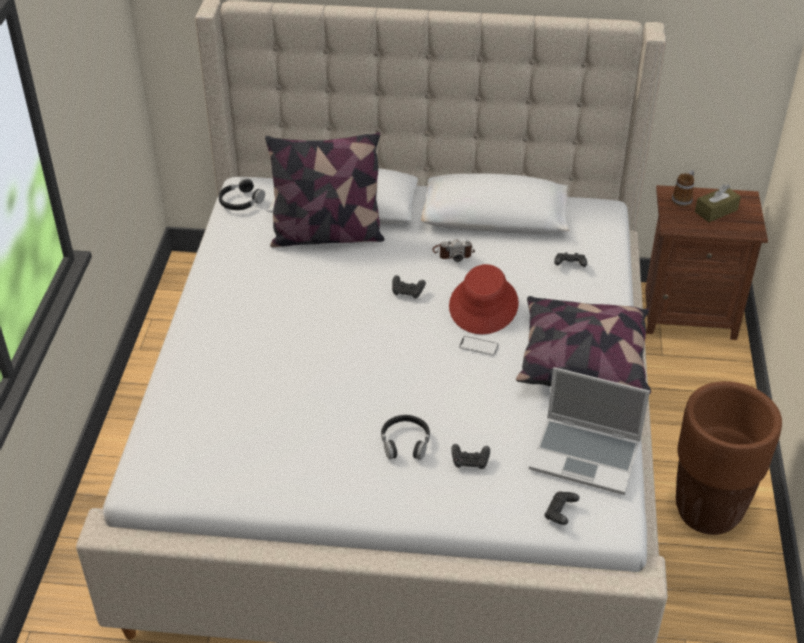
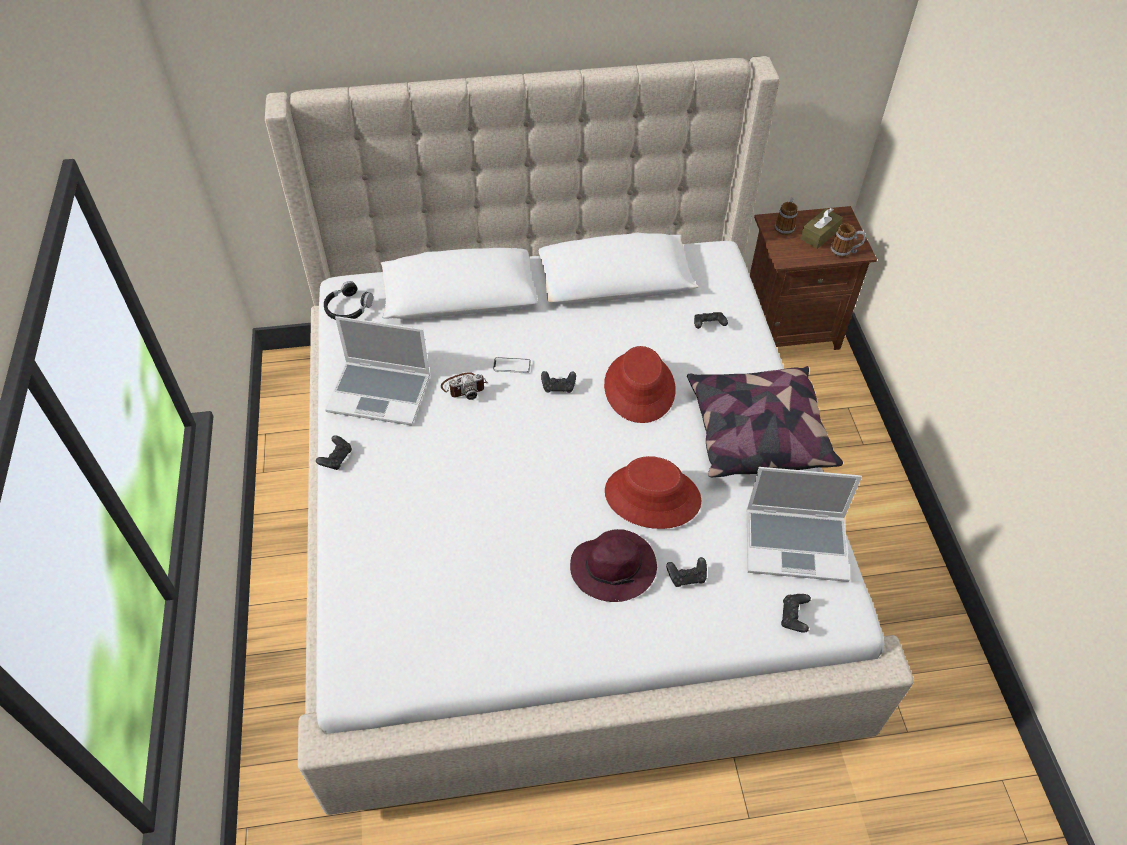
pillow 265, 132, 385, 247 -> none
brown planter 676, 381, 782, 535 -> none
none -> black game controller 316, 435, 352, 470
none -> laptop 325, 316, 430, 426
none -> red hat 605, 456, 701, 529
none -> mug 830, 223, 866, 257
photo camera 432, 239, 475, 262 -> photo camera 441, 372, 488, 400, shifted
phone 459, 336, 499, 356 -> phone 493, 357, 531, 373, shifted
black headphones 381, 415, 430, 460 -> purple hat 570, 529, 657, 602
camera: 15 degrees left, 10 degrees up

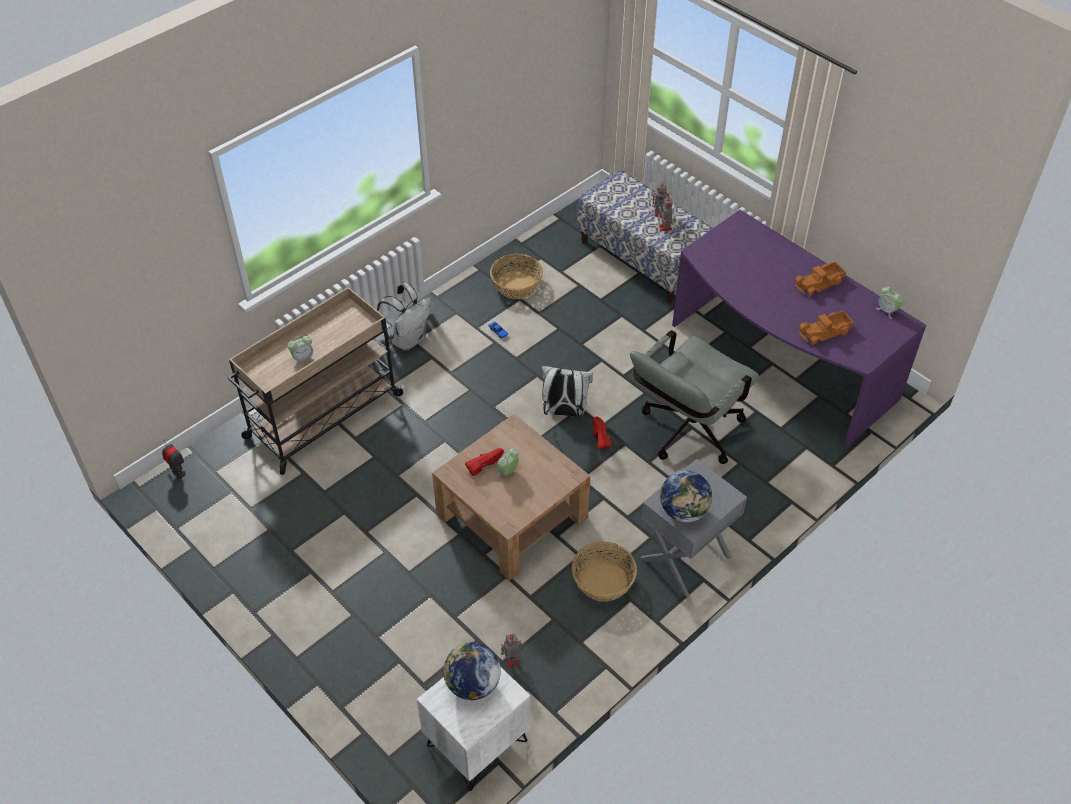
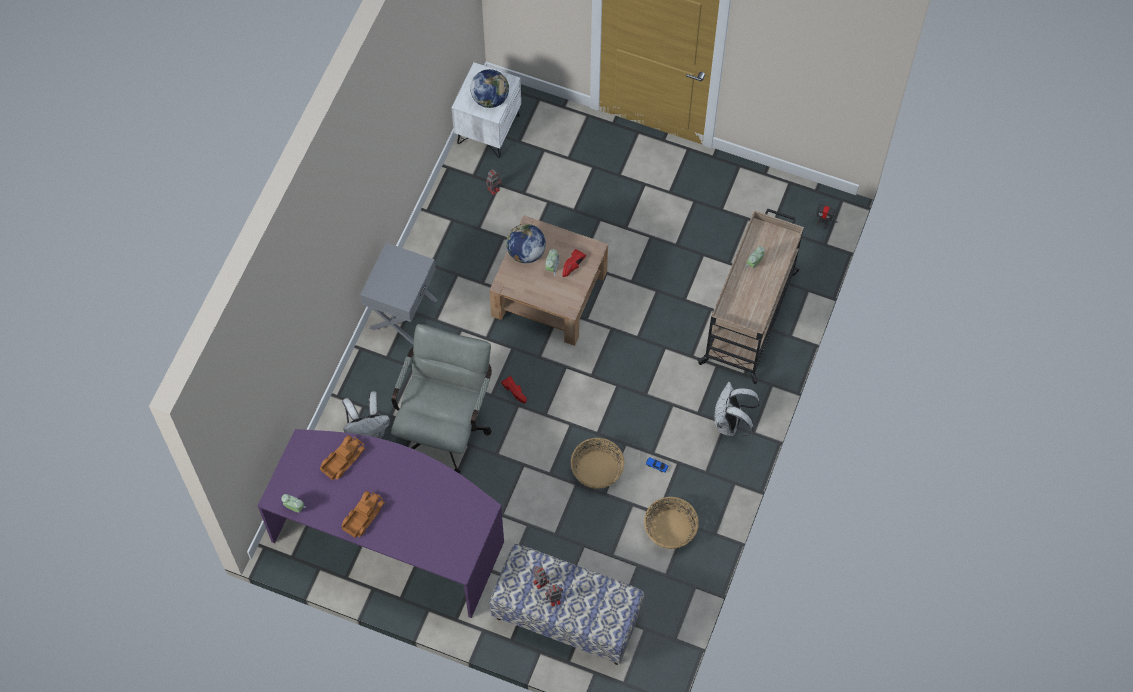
white backpack 542, 366, 593, 417 -> white backpack 342, 391, 390, 439, shifted
basket 572, 542, 637, 602 -> basket 571, 438, 625, 489, shifted
globe 660, 470, 712, 522 -> globe 506, 224, 546, 263, shifted
camera: 155 degrees right, 15 degrees up

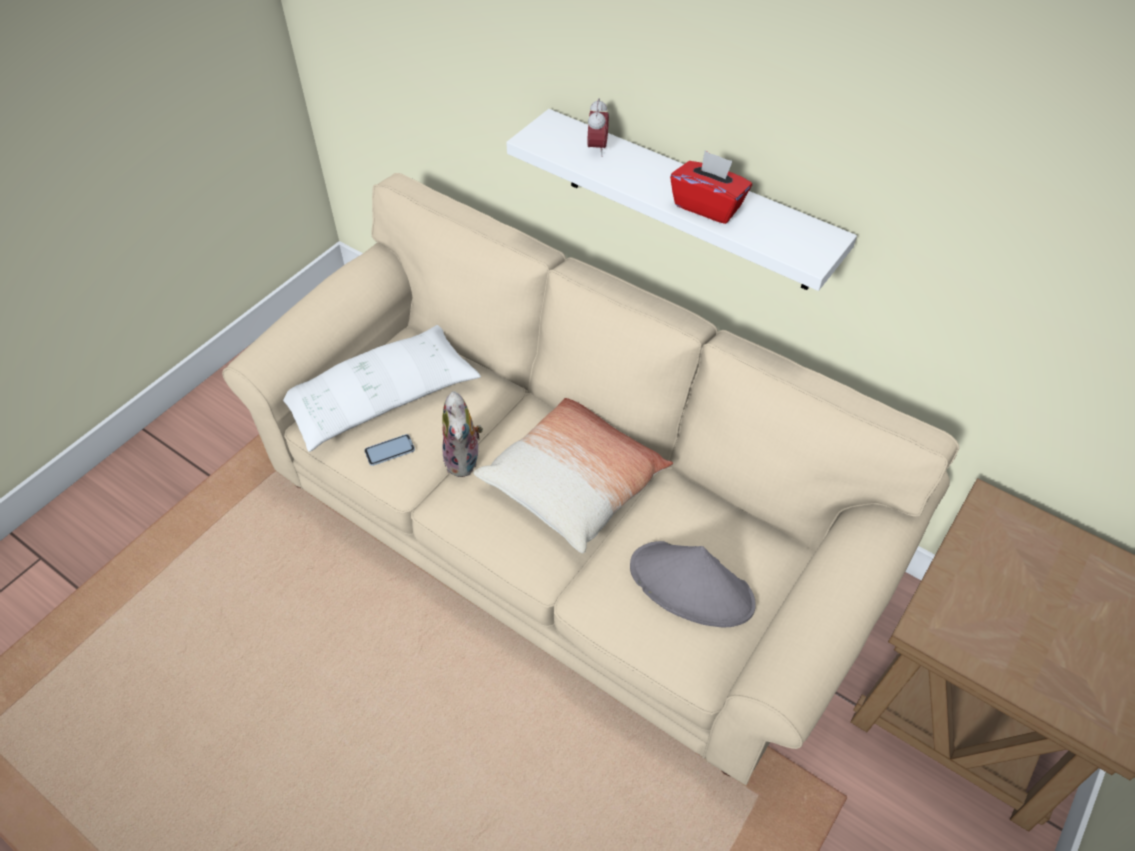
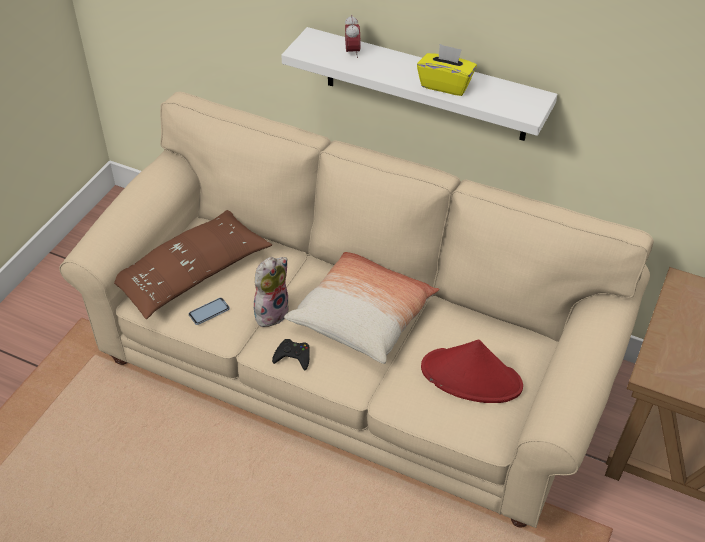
none -> black game controller 272, 339, 310, 370
white pillow 283, 325, 481, 452 -> brown pillow 114, 210, 272, 319
grey hat 630, 541, 756, 627 -> red hat 421, 339, 523, 403
red tissue box 670, 150, 752, 224 -> yellow tissue box 417, 44, 477, 96
plush toy 442, 391, 483, 477 -> plush toy 254, 257, 289, 327, 120 degrees counterclockwise
camera: 10 degrees left, 5 degrees down

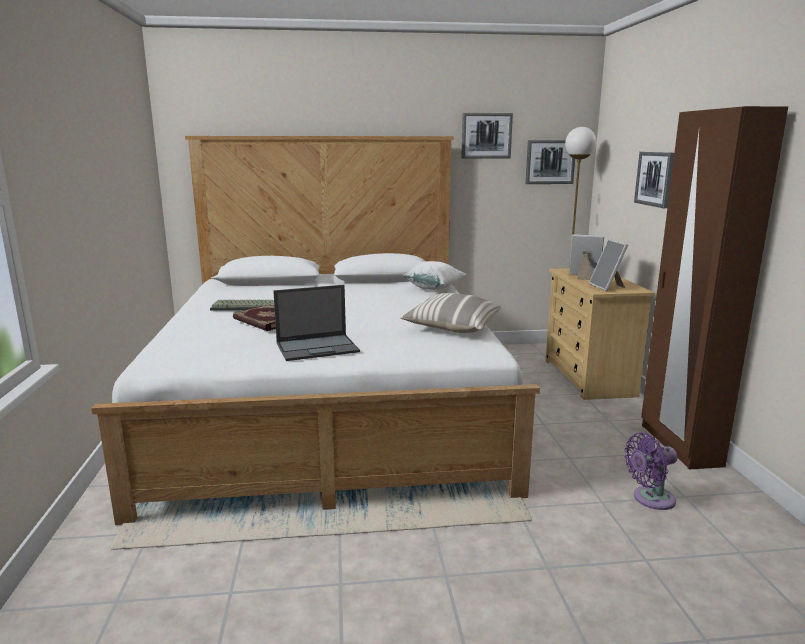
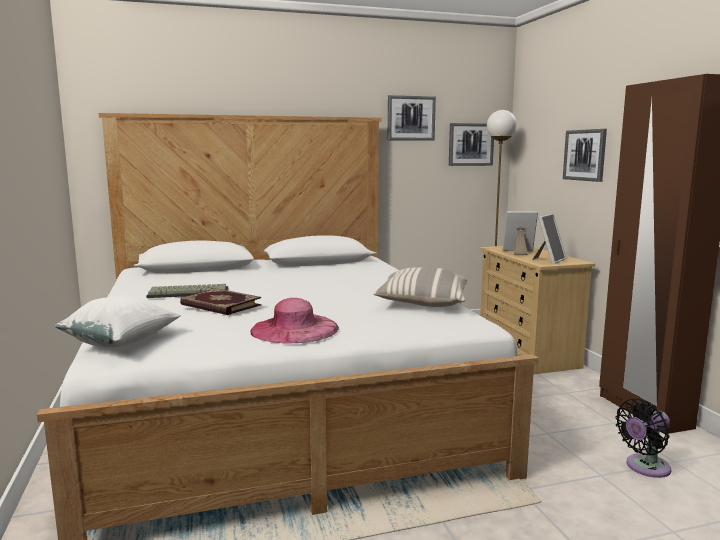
white pillow 403, 261, 467, 290 -> white pillow 55, 296, 181, 348, shifted
laptop 273, 285, 360, 361 -> pink hat 250, 298, 339, 343
purple fan 624, 433, 678, 510 -> black fan 616, 398, 671, 478
picture frame 589, 239, 628, 291 -> picture frame 532, 214, 566, 264, 120 degrees counterclockwise
camera: 10 degrees left, 5 degrees down

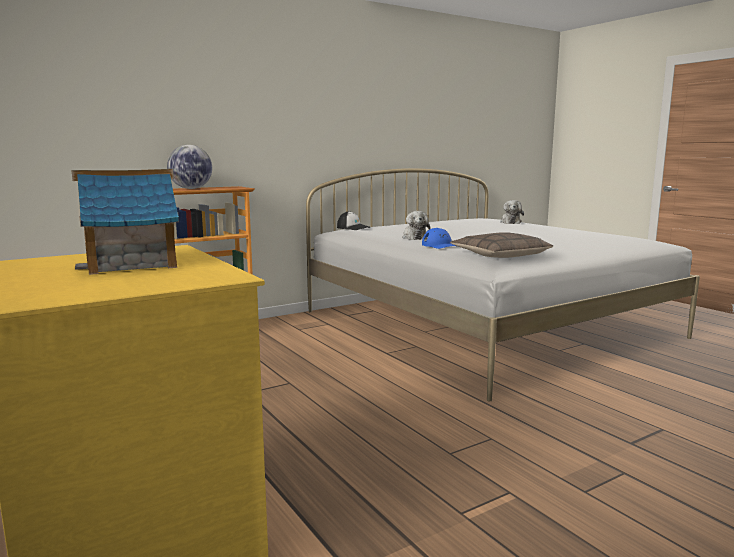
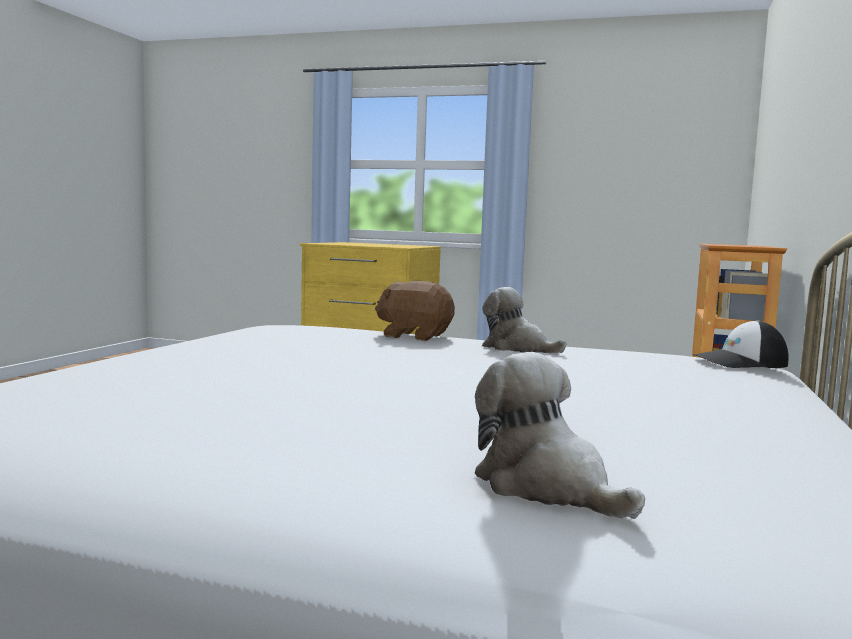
toy house 71, 169, 179, 275 -> none
globe 167, 145, 212, 189 -> none
pillow 450, 232, 553, 258 -> none
blue cap 422, 228, 458, 249 -> brown plush toy 375, 281, 455, 341
camera: 140 degrees right, 5 degrees down

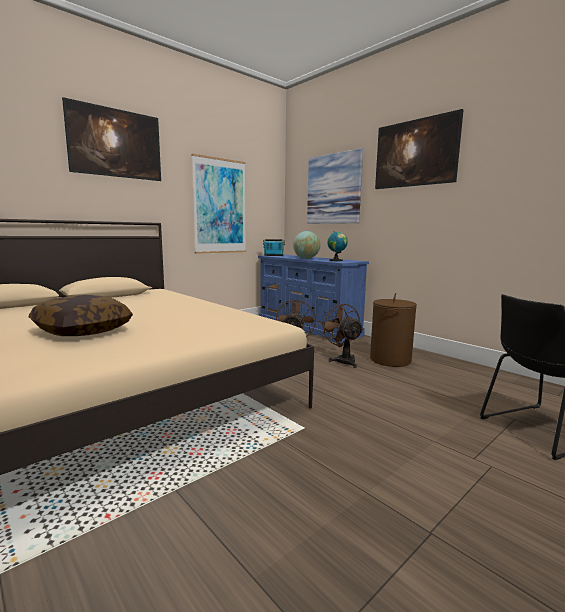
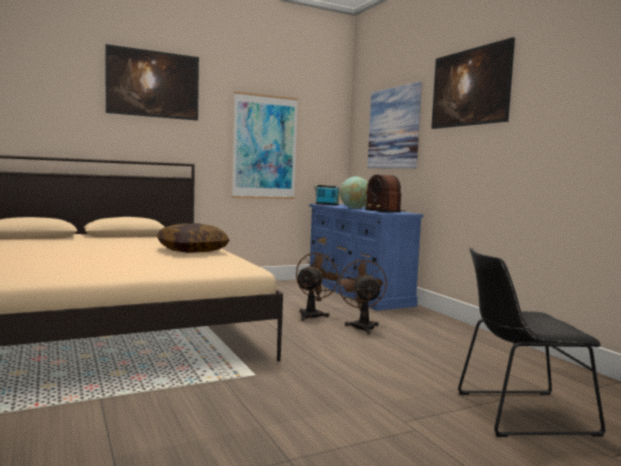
brown laundry basket 370, 293, 417, 367 -> none
pillow 29, 295, 133, 336 -> pillow 156, 223, 230, 253, shifted
globe 327, 231, 348, 261 -> radio 365, 175, 404, 213
camera: 15 degrees right, 5 degrees down

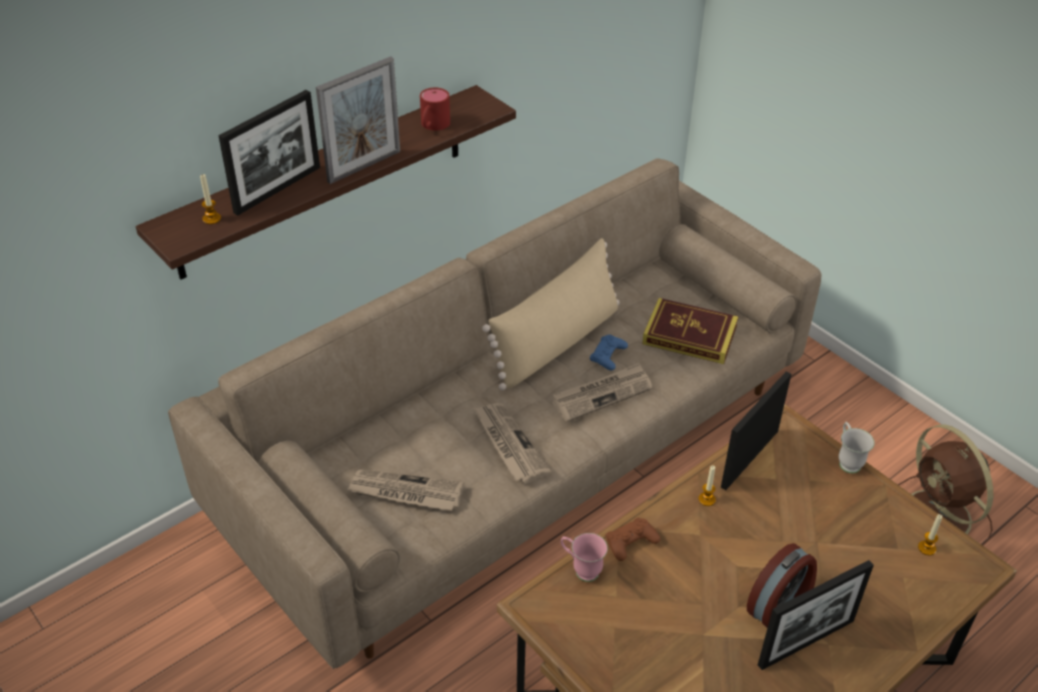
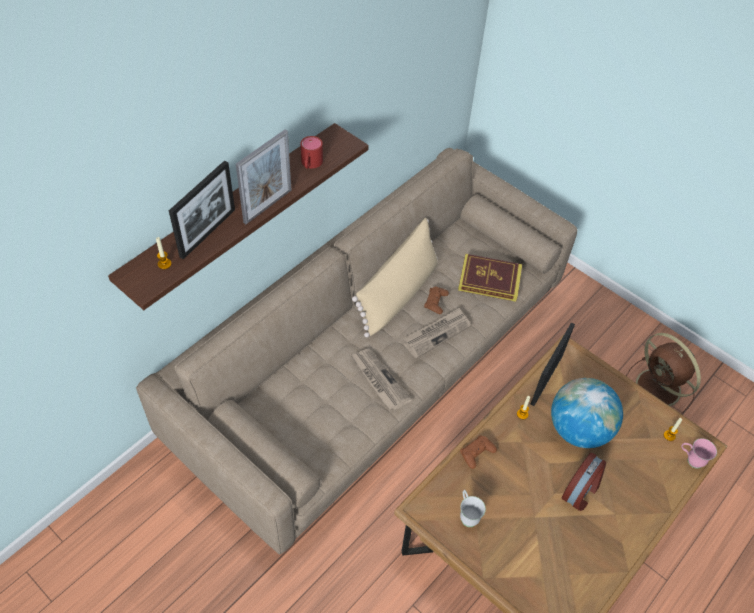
newspaper 347, 469, 464, 511 -> none
picture frame 758, 560, 874, 670 -> none
none -> globe 551, 378, 623, 448
pink mug 561, 533, 608, 582 -> pink mug 681, 438, 717, 469, shifted
white mug 839, 422, 875, 473 -> white mug 460, 490, 486, 527, shifted
blue game controller 590, 335, 628, 370 -> brown game controller 424, 287, 449, 314
camera: 10 degrees left, 10 degrees up

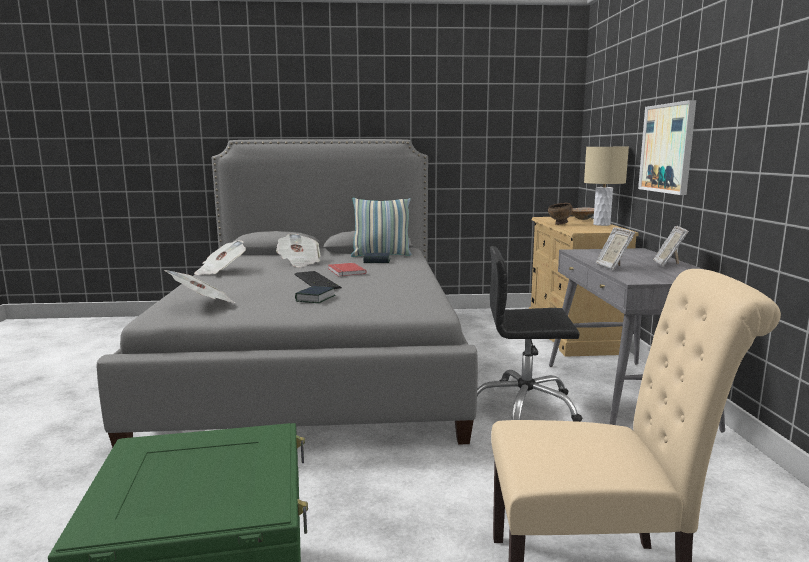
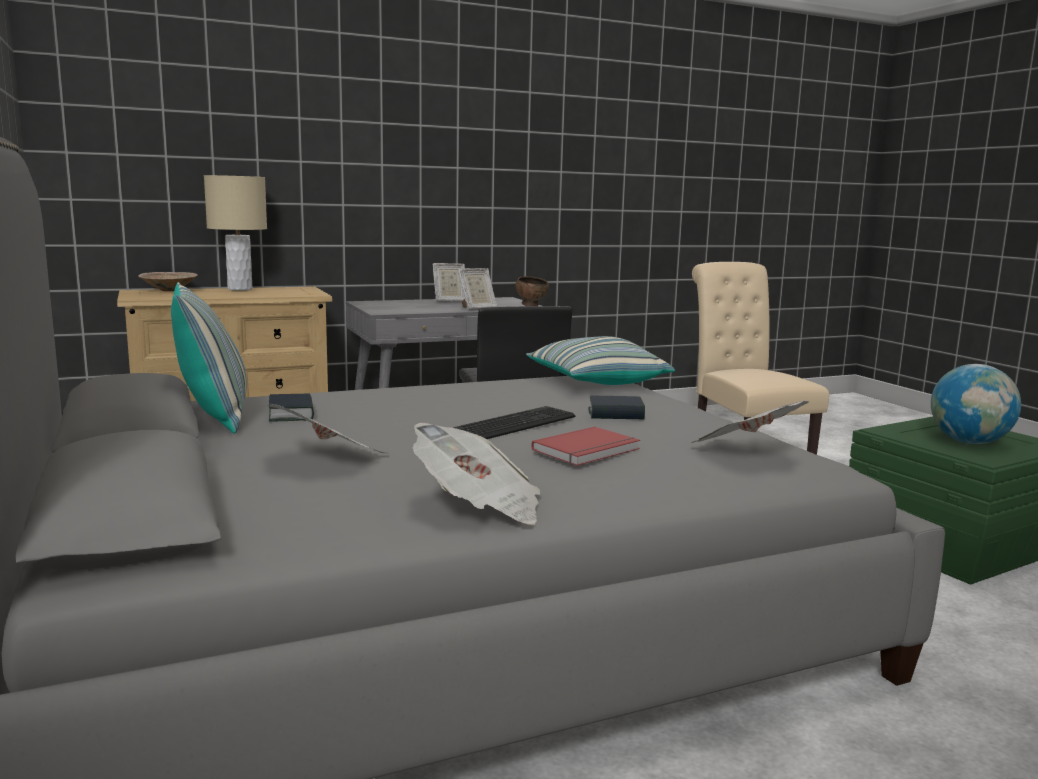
picture 638, 100, 696, 195 -> none
none -> pillow 526, 336, 675, 385
none -> globe 931, 364, 1021, 444
red book 328, 263, 366, 276 -> red book 531, 427, 640, 466, shifted
brown bowl 548, 203, 573, 225 -> brown bowl 516, 276, 549, 306, shifted
camera: 110 degrees left, 0 degrees up

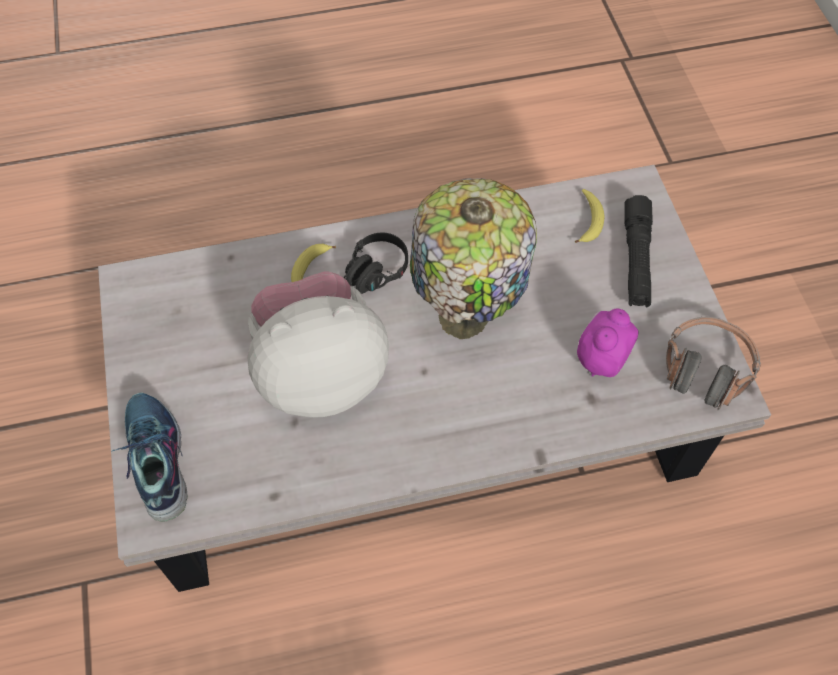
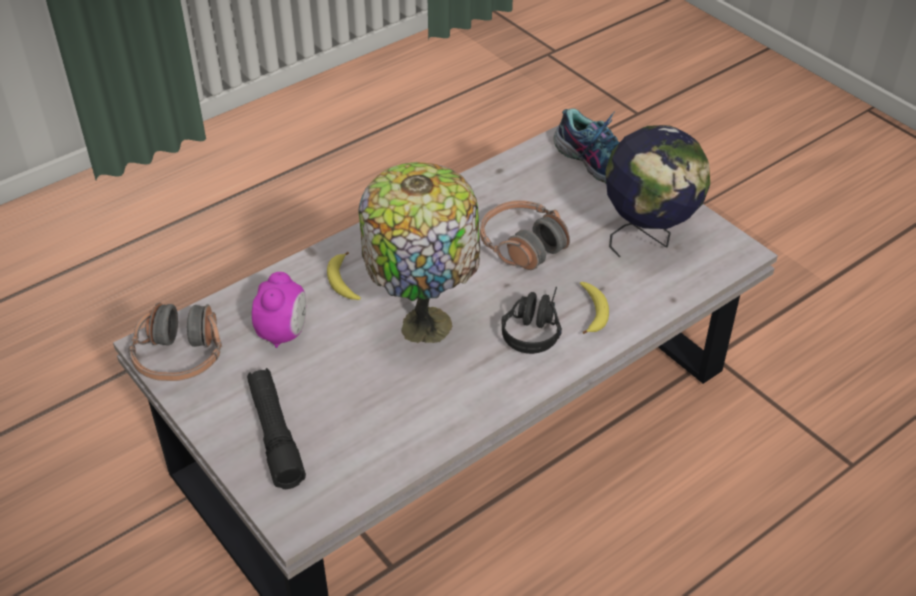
none -> globe 605, 125, 710, 257
banana 575, 189, 604, 243 -> banana 327, 252, 361, 300, shifted
plush toy 247, 271, 389, 418 -> headphones 480, 200, 570, 270
camera: 155 degrees right, 15 degrees down

